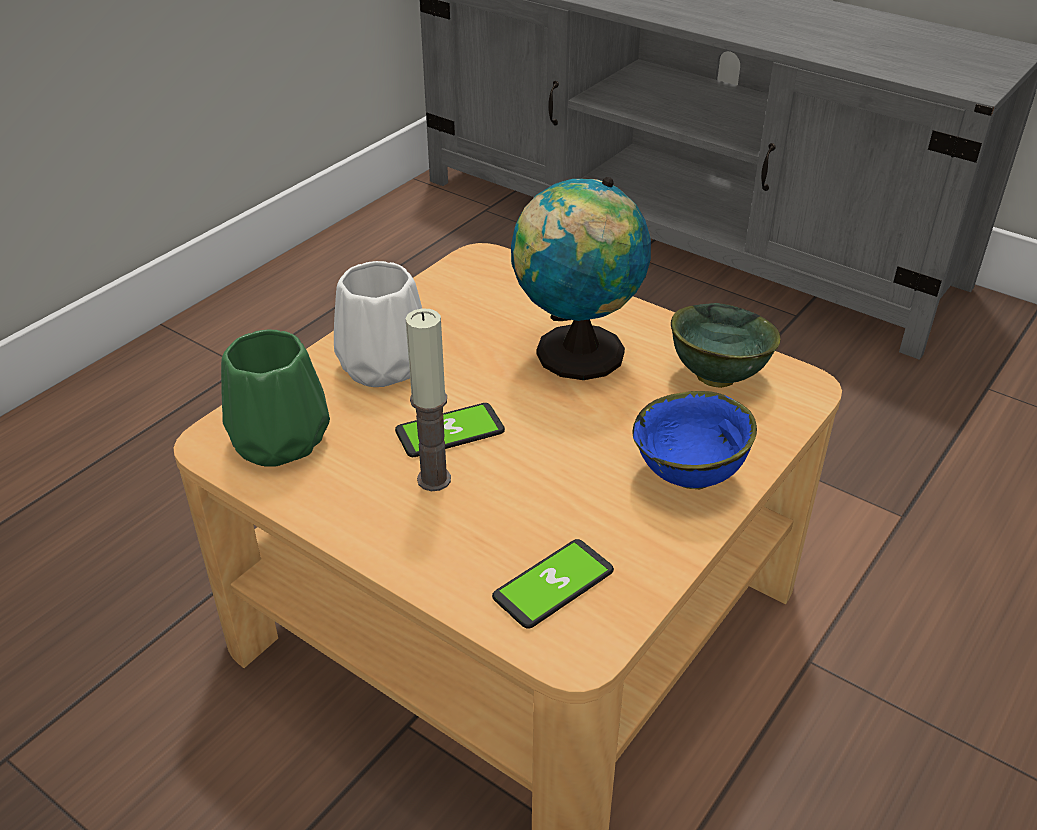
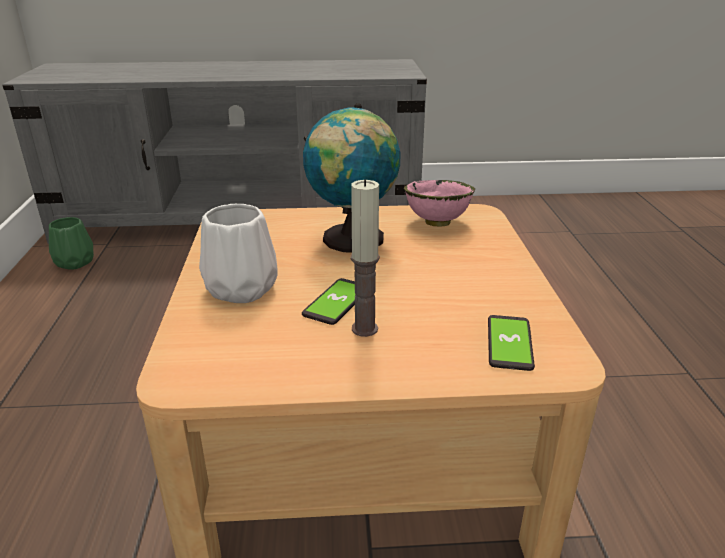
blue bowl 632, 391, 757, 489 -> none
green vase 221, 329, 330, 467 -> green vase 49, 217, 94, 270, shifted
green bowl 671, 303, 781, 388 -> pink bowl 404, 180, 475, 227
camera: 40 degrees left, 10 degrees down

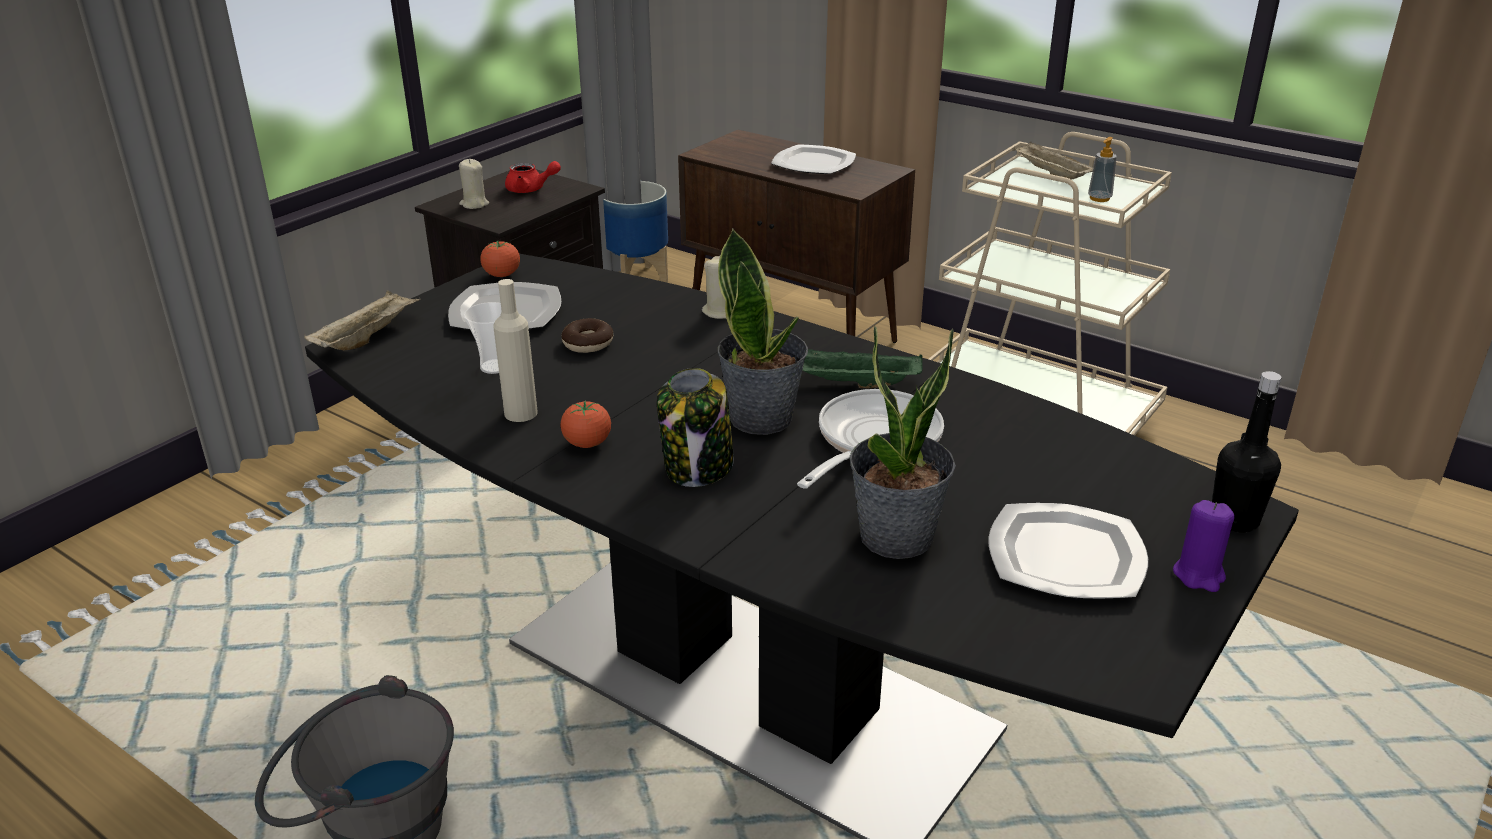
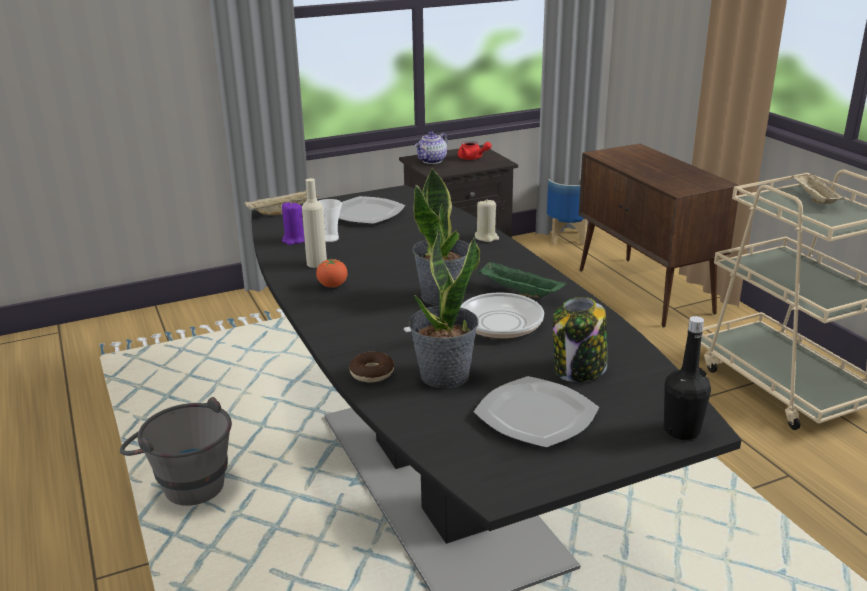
tomato 480, 240, 520, 277 -> none
plate 771, 144, 856, 174 -> none
soap dispenser 1088, 137, 1117, 202 -> none
donut 562, 318, 613, 353 -> donut 350, 352, 394, 383, shifted
jar 657, 368, 734, 487 -> jar 553, 297, 607, 382, shifted
purple candle 1173, 500, 1235, 592 -> purple candle 282, 202, 305, 245, shifted
beige candle 459, 159, 489, 209 -> teapot 415, 132, 448, 164
camera: 30 degrees right, 5 degrees down

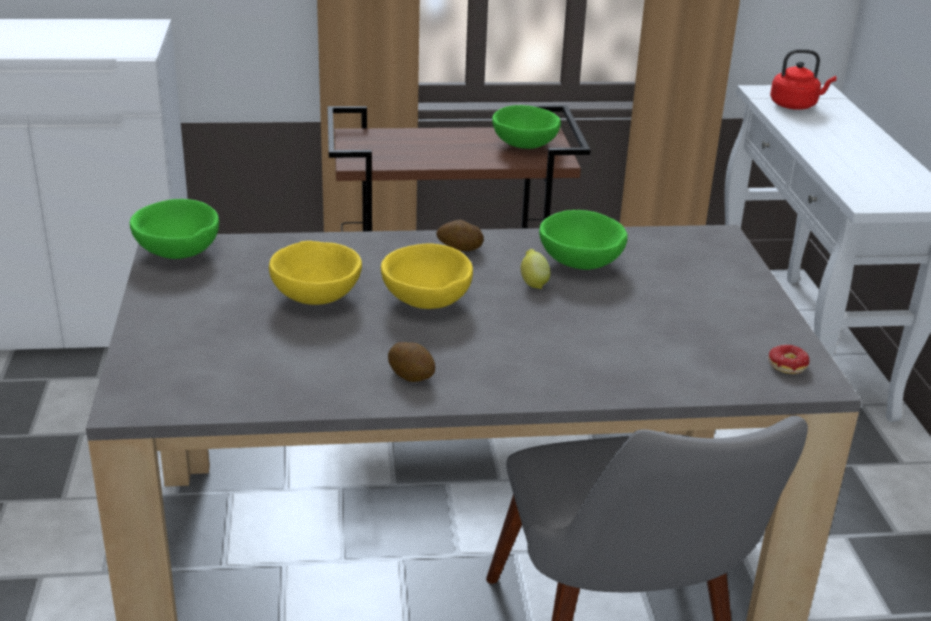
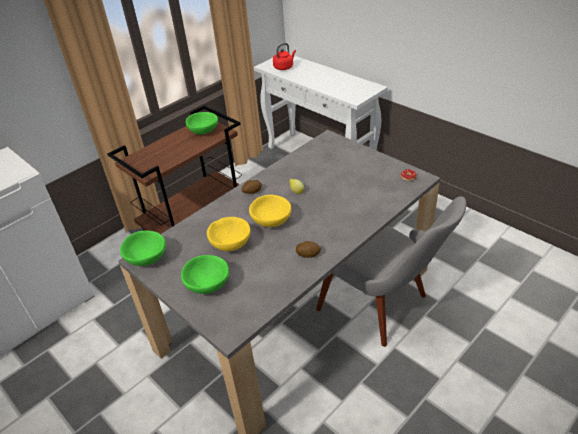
green bowl 539, 210, 628, 270 -> green bowl 181, 255, 229, 294, shifted
camera: 35 degrees left, 10 degrees up

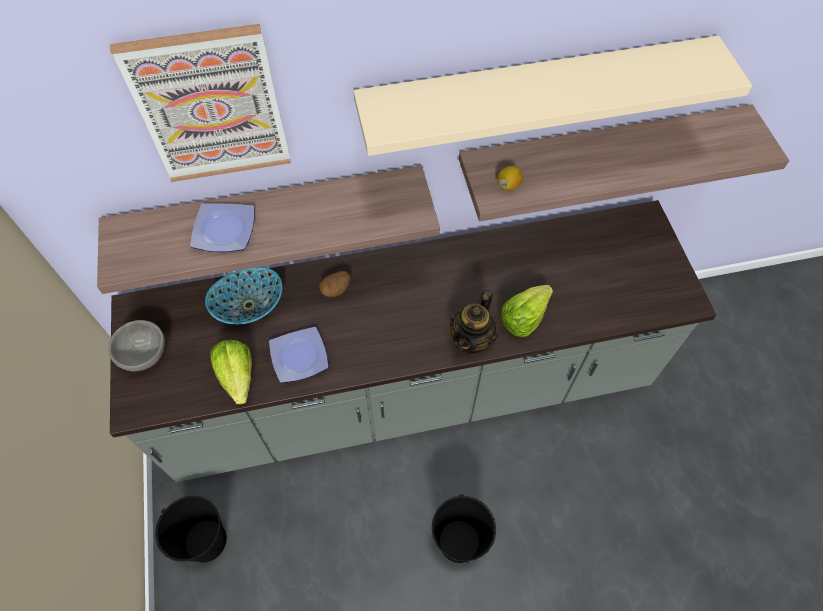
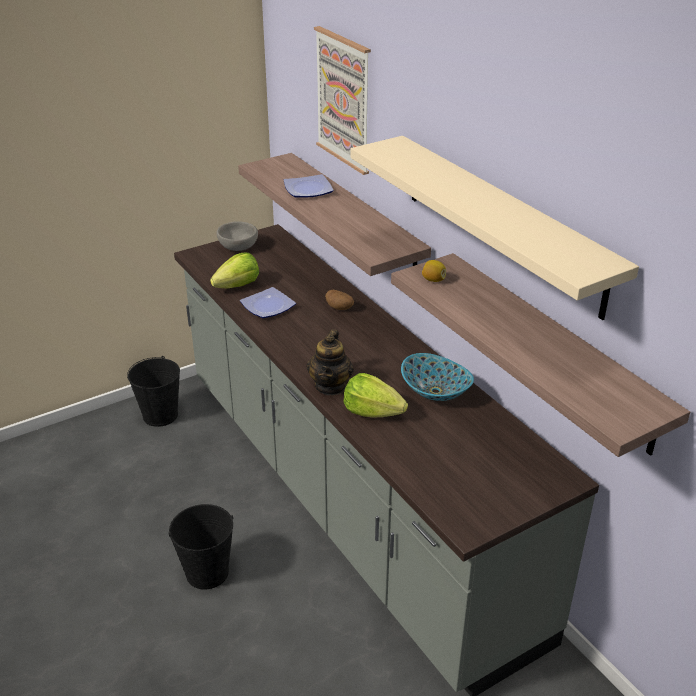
bowl 205, 267, 282, 325 -> bowl 401, 353, 474, 401, shifted
teapot 450, 290, 497, 355 -> teapot 307, 329, 354, 396, 90 degrees counterclockwise
camera: 70 degrees right, 25 degrees down

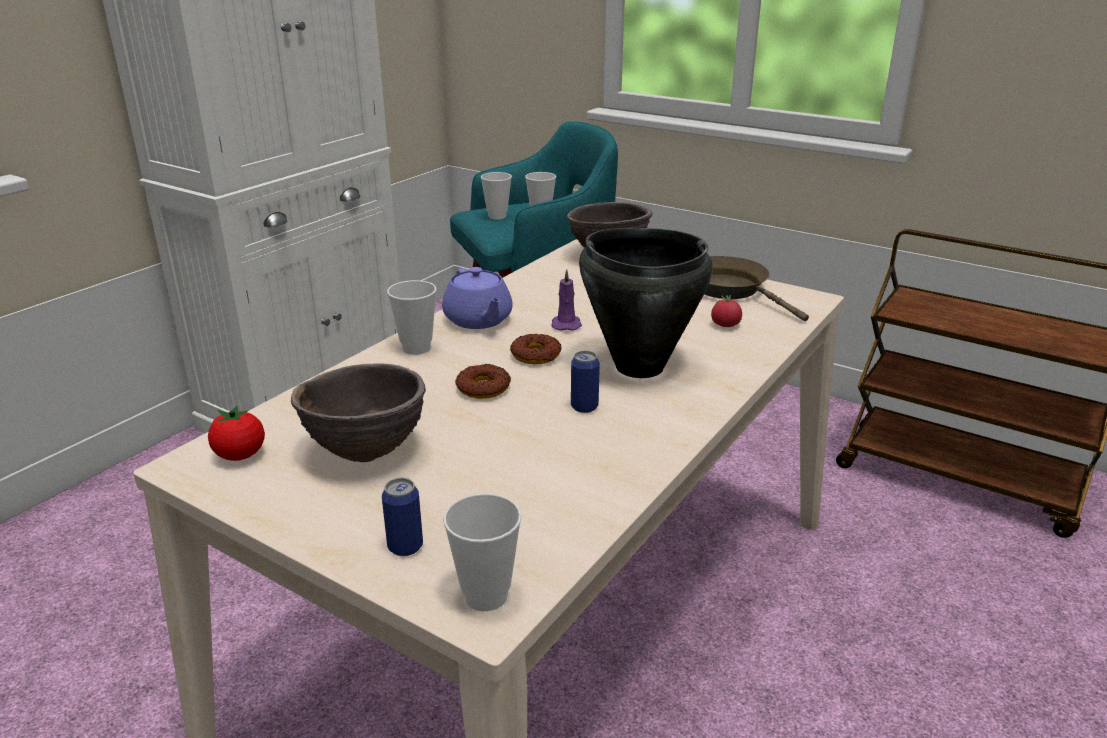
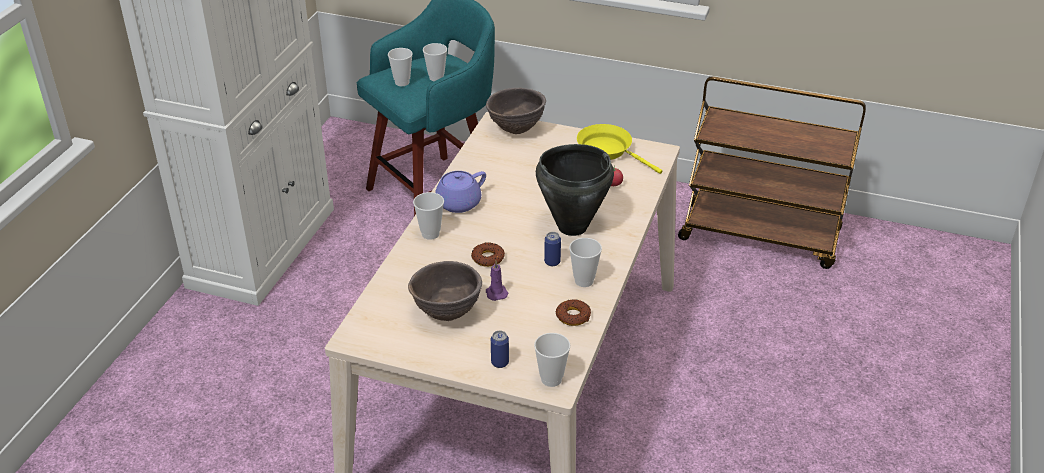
tomato 208, 405, 265, 461 -> none
none -> cup 569, 238, 602, 287
donut 510, 334, 561, 365 -> donut 556, 299, 591, 326, shifted
purple candle 551, 269, 582, 331 -> purple candle 486, 261, 509, 301, shifted
brown frying pan 704, 256, 809, 321 -> yellow frying pan 577, 124, 662, 174
purple teapot 442, 267, 513, 329 -> purple teapot 435, 171, 486, 213, 90 degrees clockwise
camera: 15 degrees left, 10 degrees up

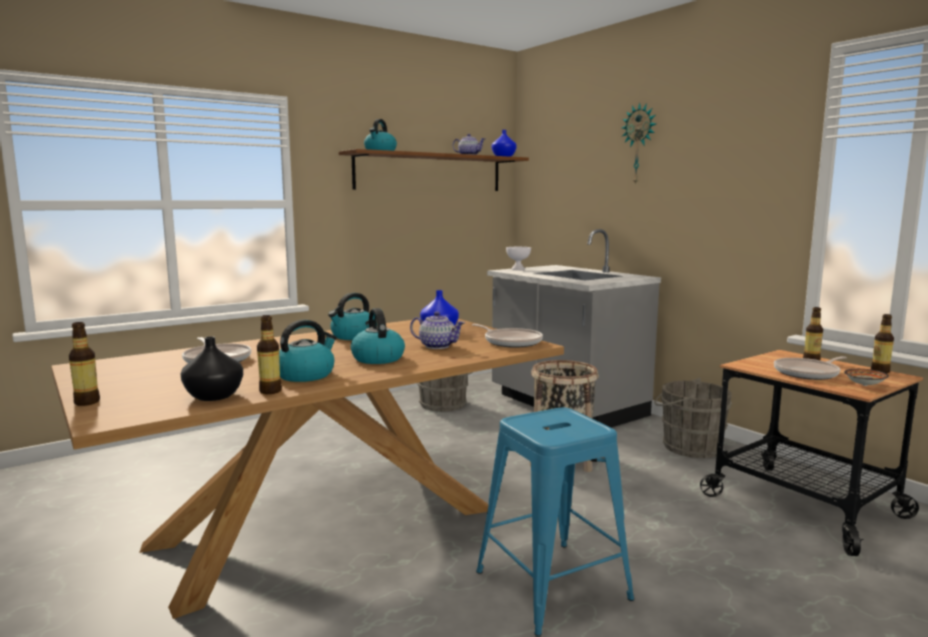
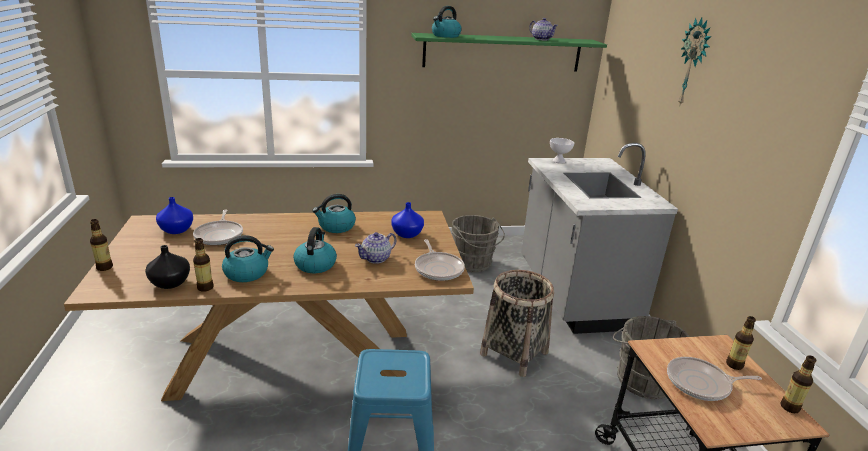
bowl 844, 369, 889, 386 -> none
blue vase 492, 130, 517, 157 -> blue vase 156, 197, 193, 234, shifted
brown shelf 339, 149, 529, 191 -> green shelf 411, 33, 607, 71
teapot 410, 312, 465, 349 -> teapot 355, 232, 396, 264, 90 degrees clockwise
camera: 25 degrees right, 15 degrees up

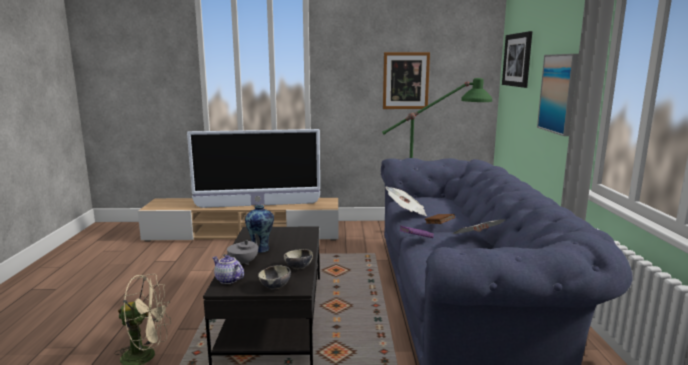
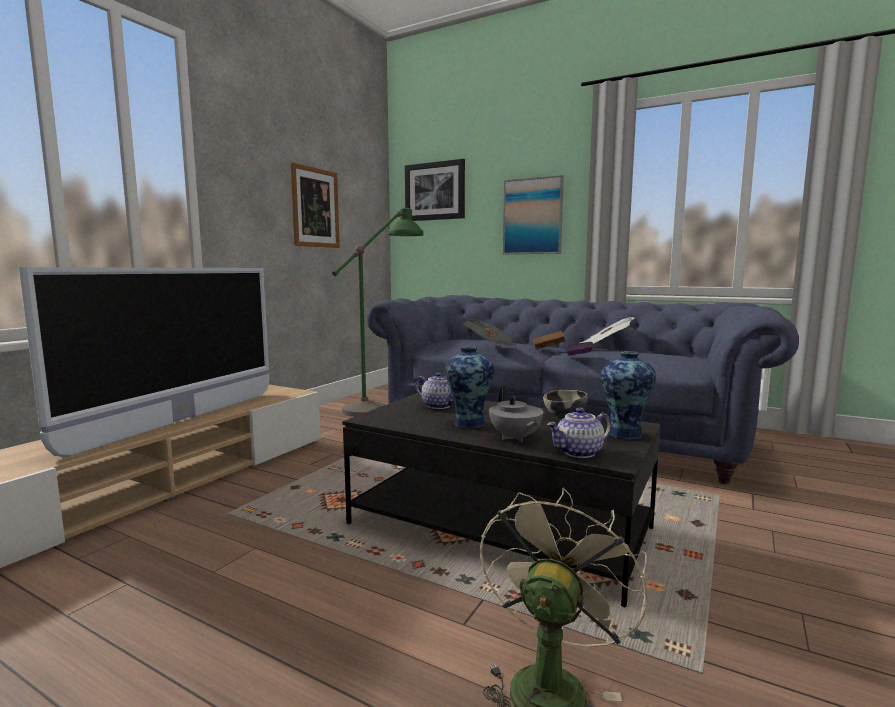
none -> teapot 415, 372, 455, 409
bowl 258, 265, 291, 290 -> vase 601, 351, 656, 439
camera: 60 degrees left, 5 degrees down

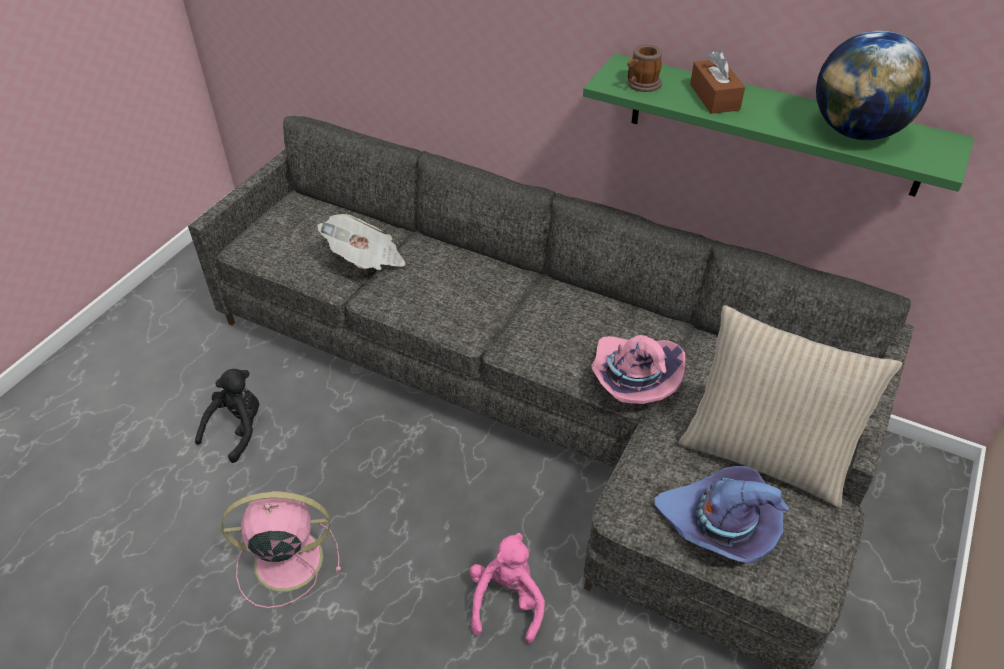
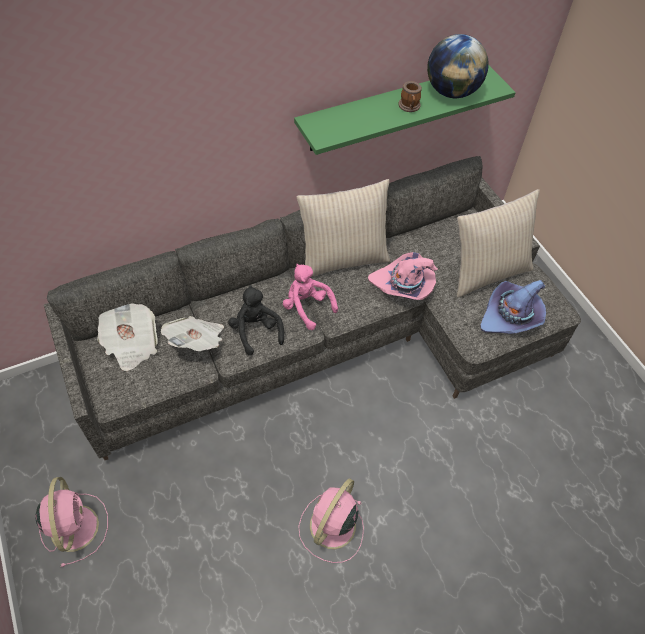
brown tissue box 690, 50, 745, 114 -> none
none -> pink fan 35, 477, 108, 567
none -> newspaper 97, 303, 158, 371
none -> beige pillow 297, 179, 390, 276
black plush toy 195, 369, 259, 463 -> black plush toy 228, 285, 284, 356, shifted
pink plush toy 470, 533, 545, 644 -> pink plush toy 283, 264, 338, 330, shifted
mug 627, 44, 662, 92 -> mug 398, 81, 422, 112, shifted
camera: 55 degrees left, 10 degrees up

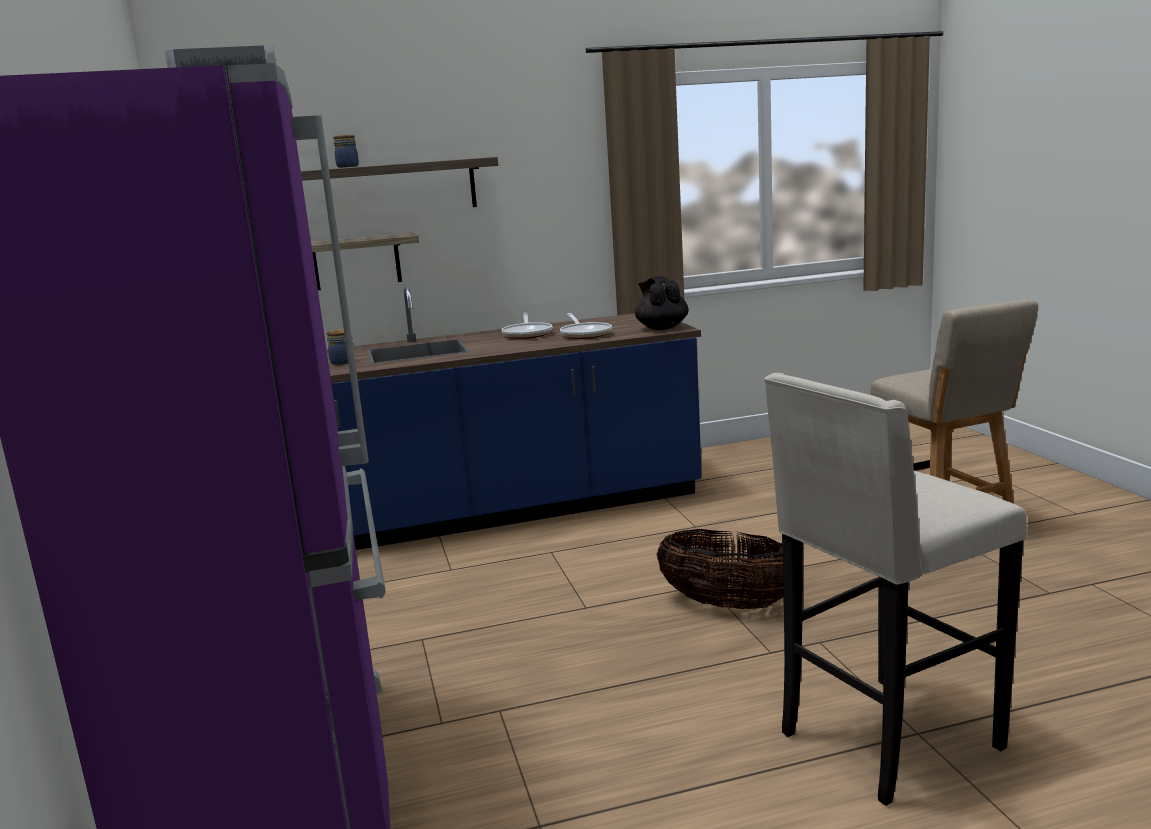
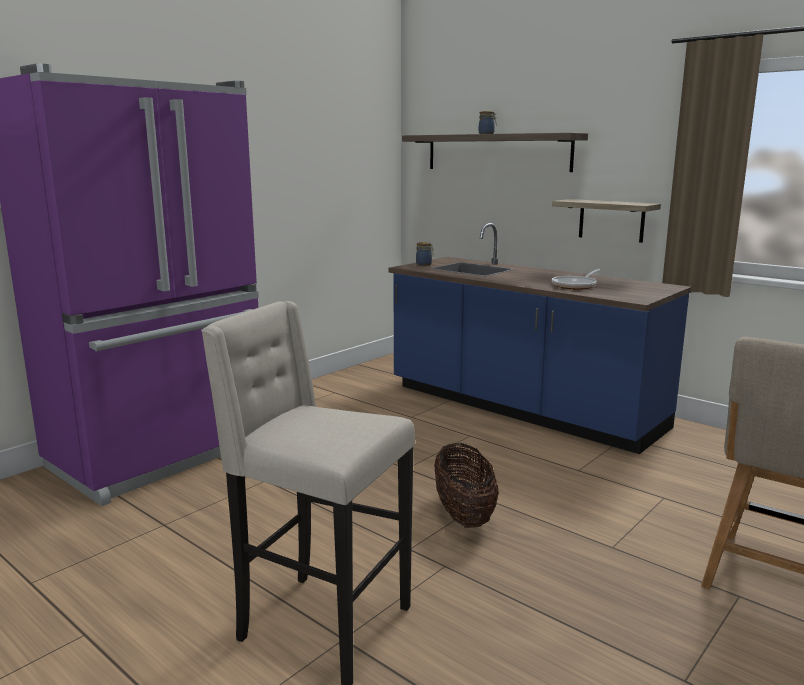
frying pan 501, 312, 553, 339 -> none
black teapot 635, 276, 689, 330 -> none
shelf 311, 233, 419, 290 -> shelf 552, 199, 661, 243, shifted
camera: 55 degrees right, 0 degrees up

